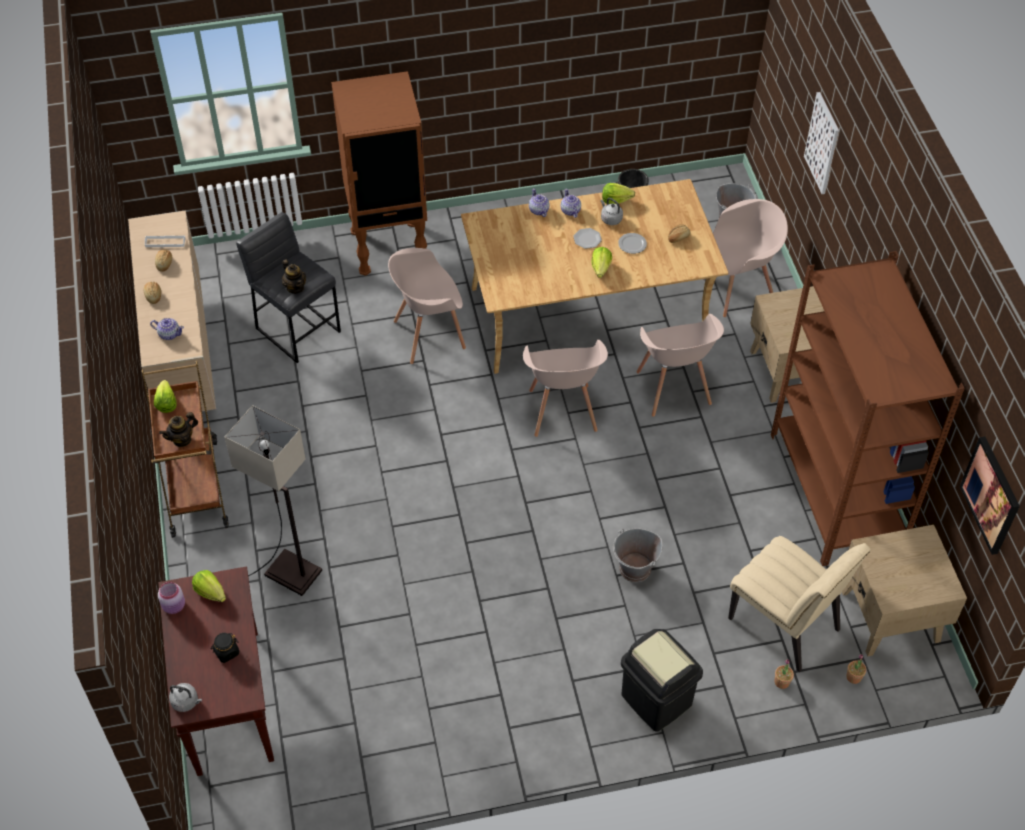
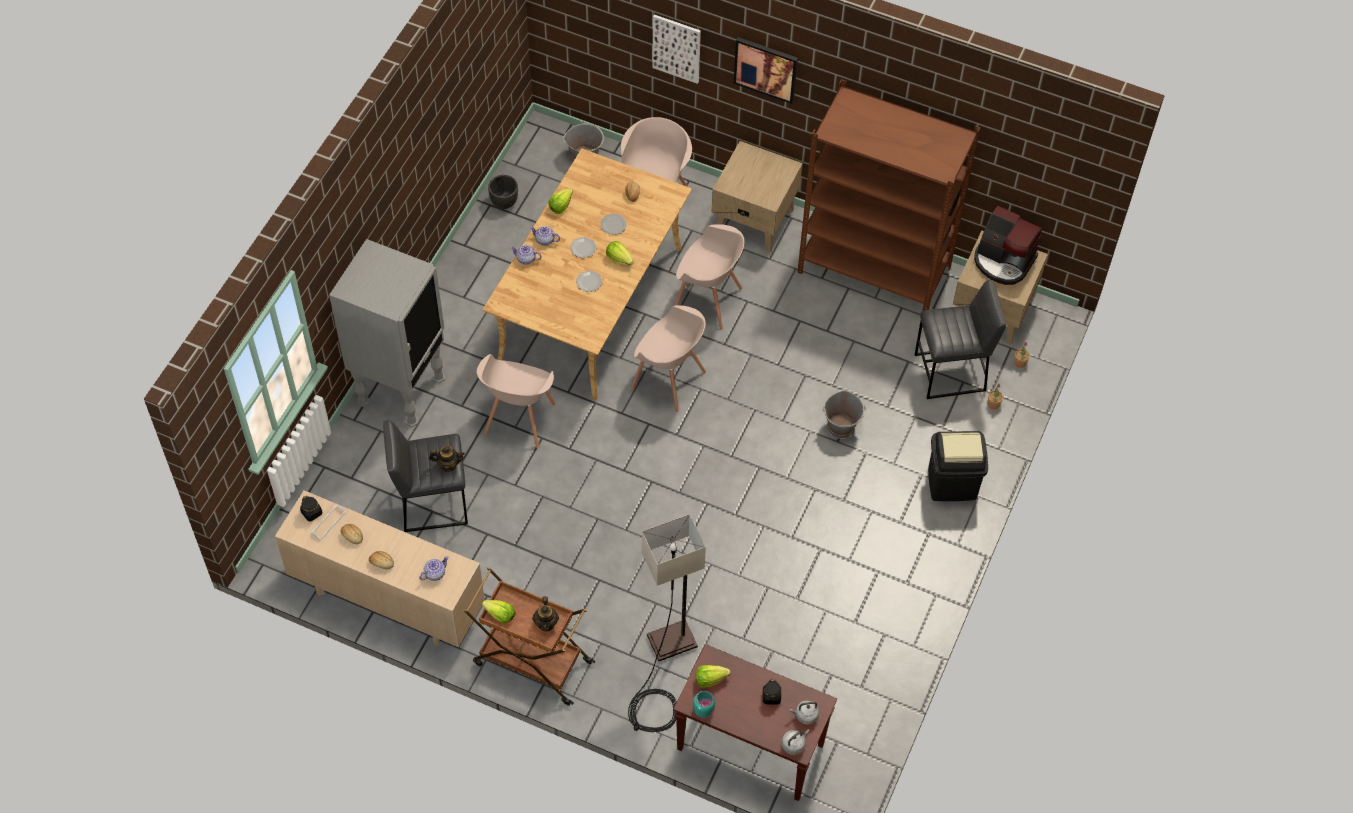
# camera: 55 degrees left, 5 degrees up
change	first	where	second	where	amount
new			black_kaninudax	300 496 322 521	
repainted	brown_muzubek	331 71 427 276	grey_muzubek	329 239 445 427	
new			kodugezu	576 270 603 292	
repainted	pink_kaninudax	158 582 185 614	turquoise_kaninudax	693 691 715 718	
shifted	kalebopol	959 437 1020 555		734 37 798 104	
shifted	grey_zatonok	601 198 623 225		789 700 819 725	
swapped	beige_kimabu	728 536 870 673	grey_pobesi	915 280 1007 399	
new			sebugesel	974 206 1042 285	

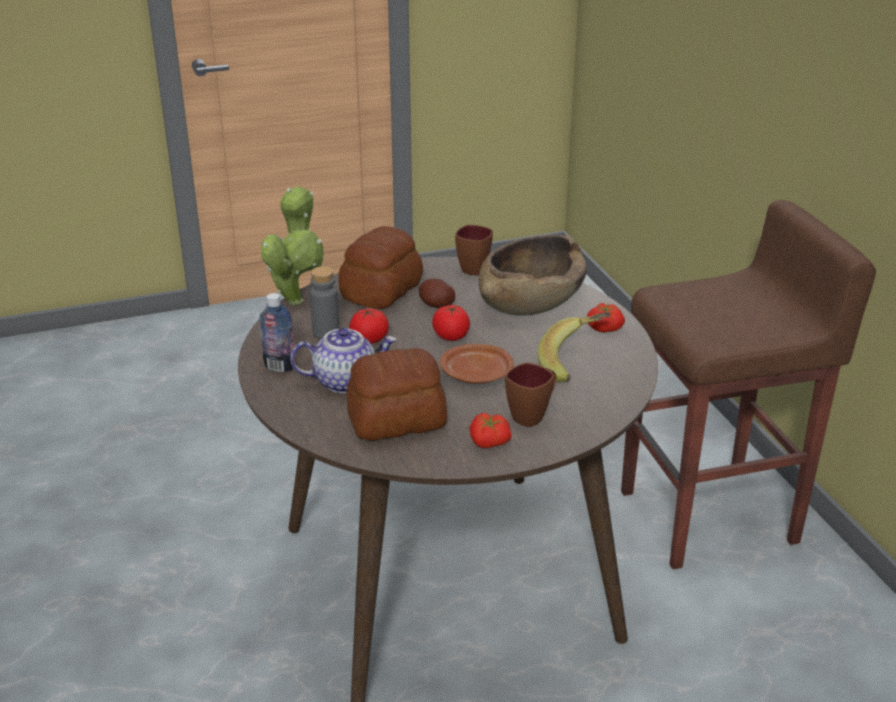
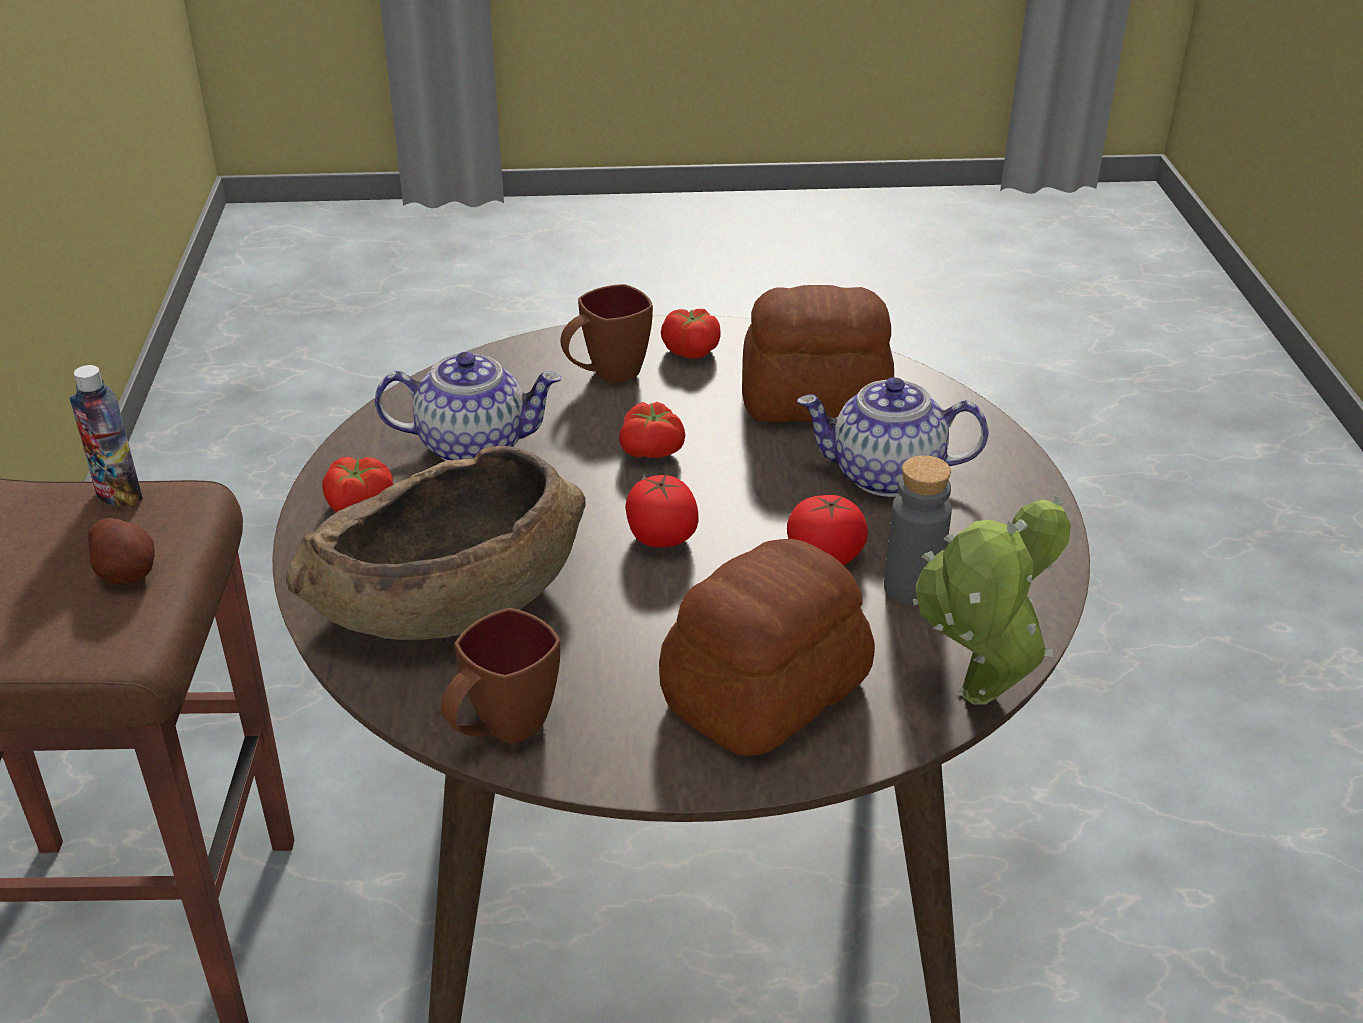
# camera: 165 degrees left, 5 degrees up
change	first	where	second	where	amount
shifted	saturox	259 293 296 372		70 365 142 507	
shifted	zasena	419 278 455 308		88 518 155 584	
swapped	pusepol	538 312 610 382	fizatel	375 352 561 461	
swapped	brown_kodugezu	440 344 514 384	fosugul	619 402 685 458	

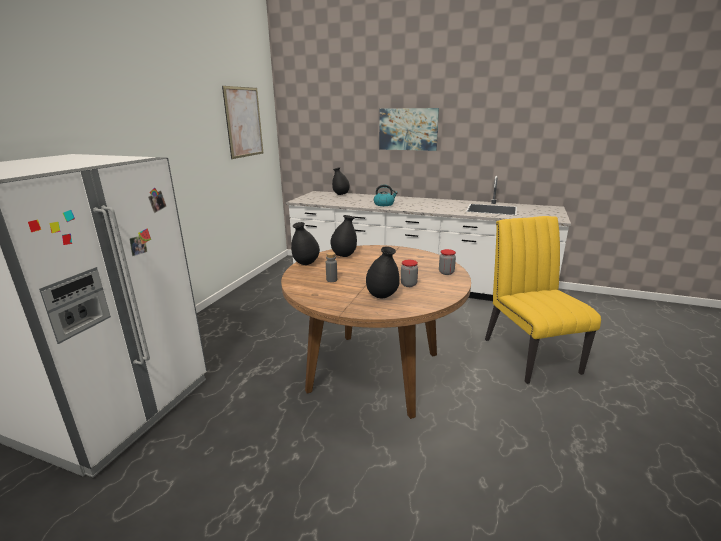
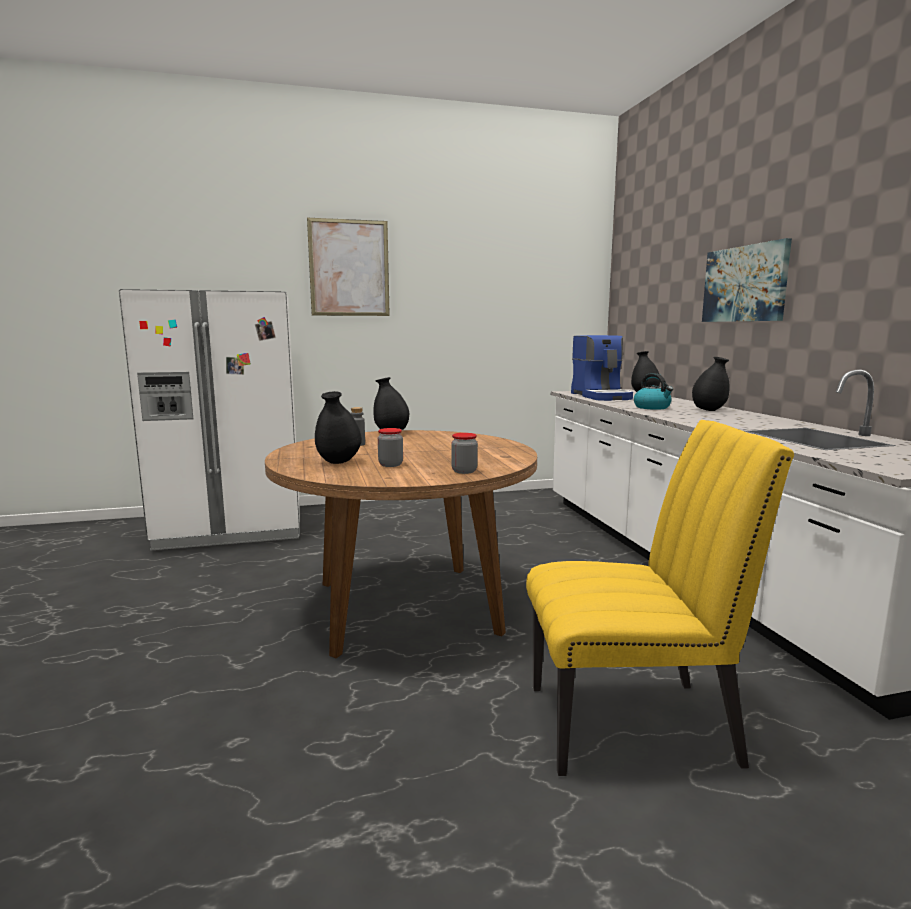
# camera: 55 degrees right, 10 degrees down
change	first	where	second	where	amount
shifted	kalebopol	222 86 263 159		307 218 390 316	
rotated	yellow_kimabu	485 216 601 384		526 420 794 776	45 degrees clockwise
new			sebugesel	571 335 633 401	
shifted	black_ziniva	330 215 357 257		692 357 729 411	

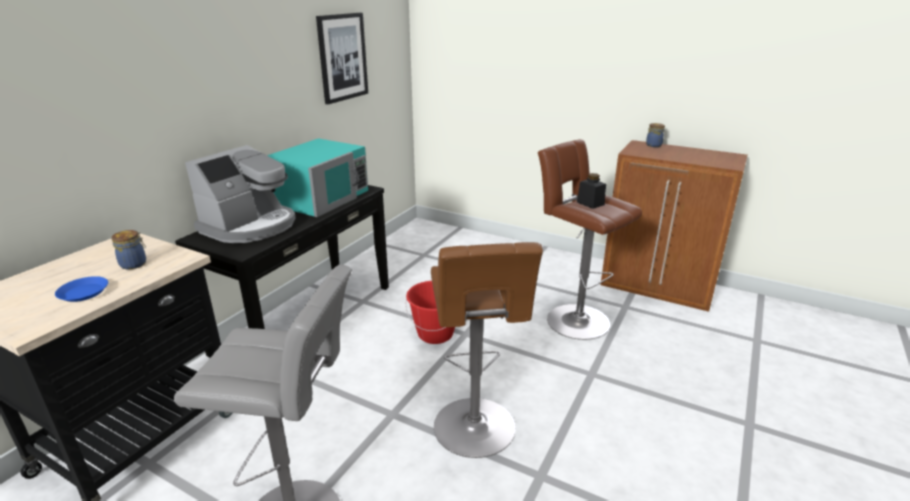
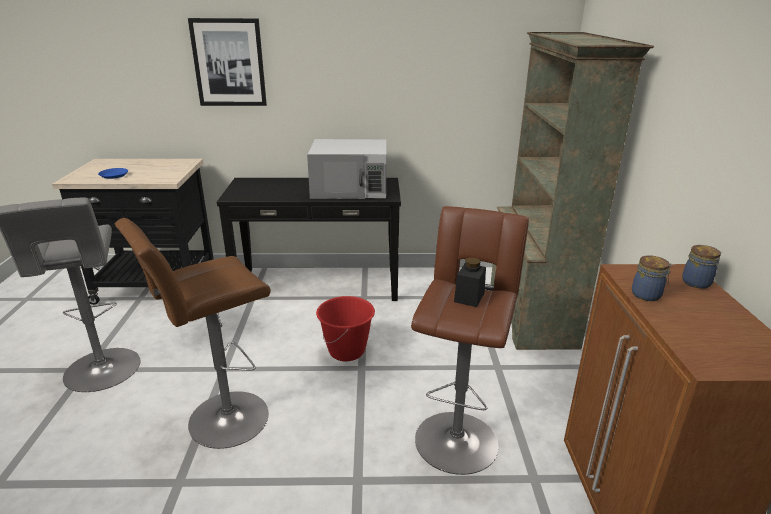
# camera: 60 degrees right, 0 degrees up
change	first	where	second	where	amount
shifted	kalebopol	316 13 368 104		188 18 267 106	
repainted	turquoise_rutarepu	267 138 368 217	white_rutarepu	307 139 386 199	
new			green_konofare	491 32 654 350	
shifted	kaninudax	111 230 146 270		632 255 673 301	
gone	sebugesel	185 145 296 243			

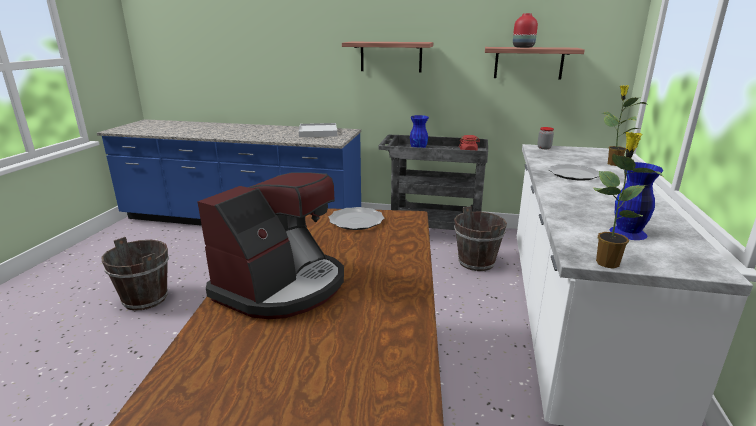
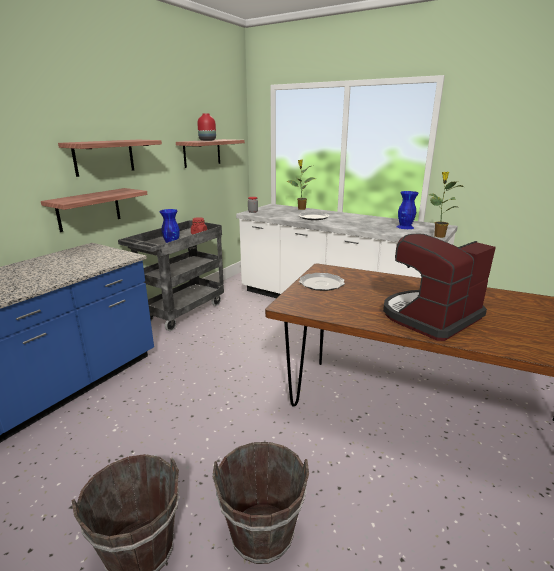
# camera: 70 degrees left, 0 degrees up
change	first	where	second	where	amount
new			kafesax	41 188 147 232	
shifted	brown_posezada	454 206 507 271		212 442 309 564	
rotated	sebugesel	197 173 344 319		383 234 496 341	90 degrees counterclockwise
gone	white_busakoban	299 123 337 137			

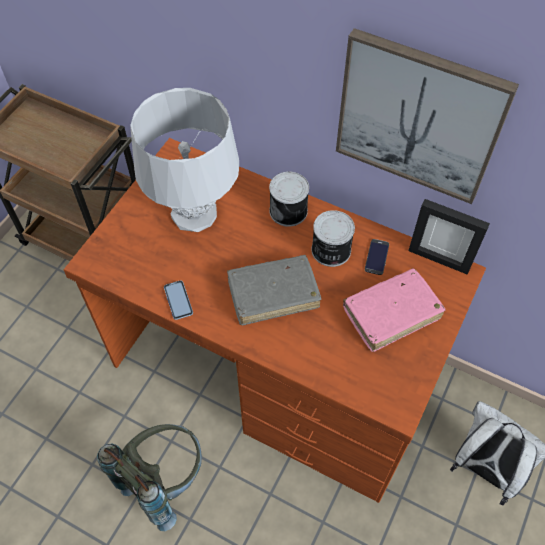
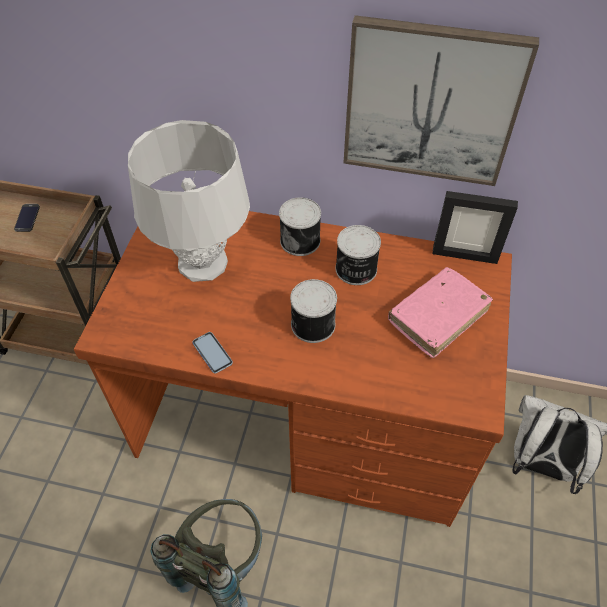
# camera: 15 degrees left, 5 degrees down
change	first	where	second	where	amount
shifted	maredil	365 239 389 275		14 204 40 232	
swapped	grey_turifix	227 255 321 325	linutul	290 279 337 343	

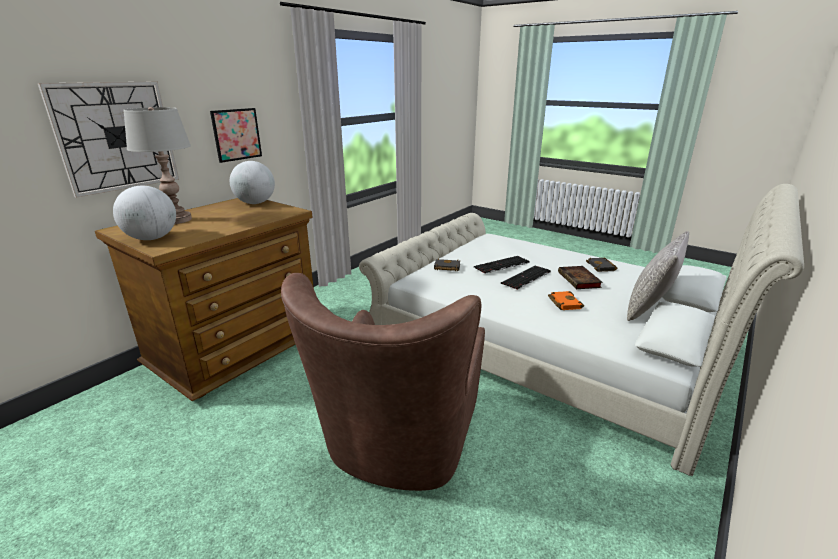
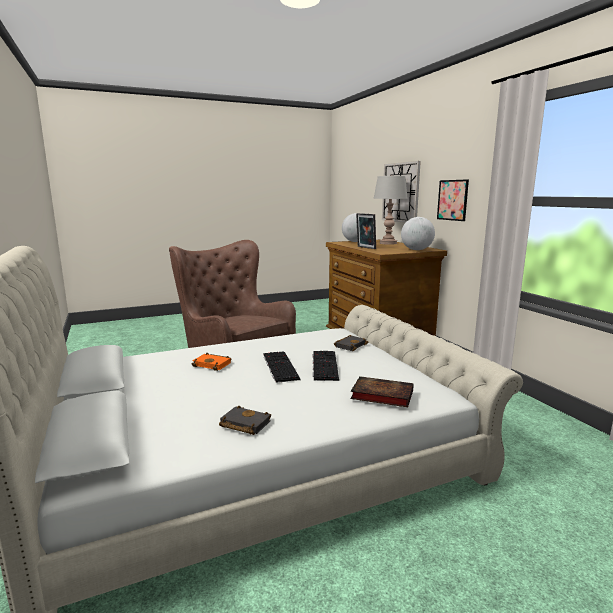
# camera: 120 degrees right, 10 degrees down
change	first	where	second	where	amount
shifted	turifix	558 266 603 289		351 376 413 407	
new			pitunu	356 213 376 249	
gone	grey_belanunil	627 231 689 321			

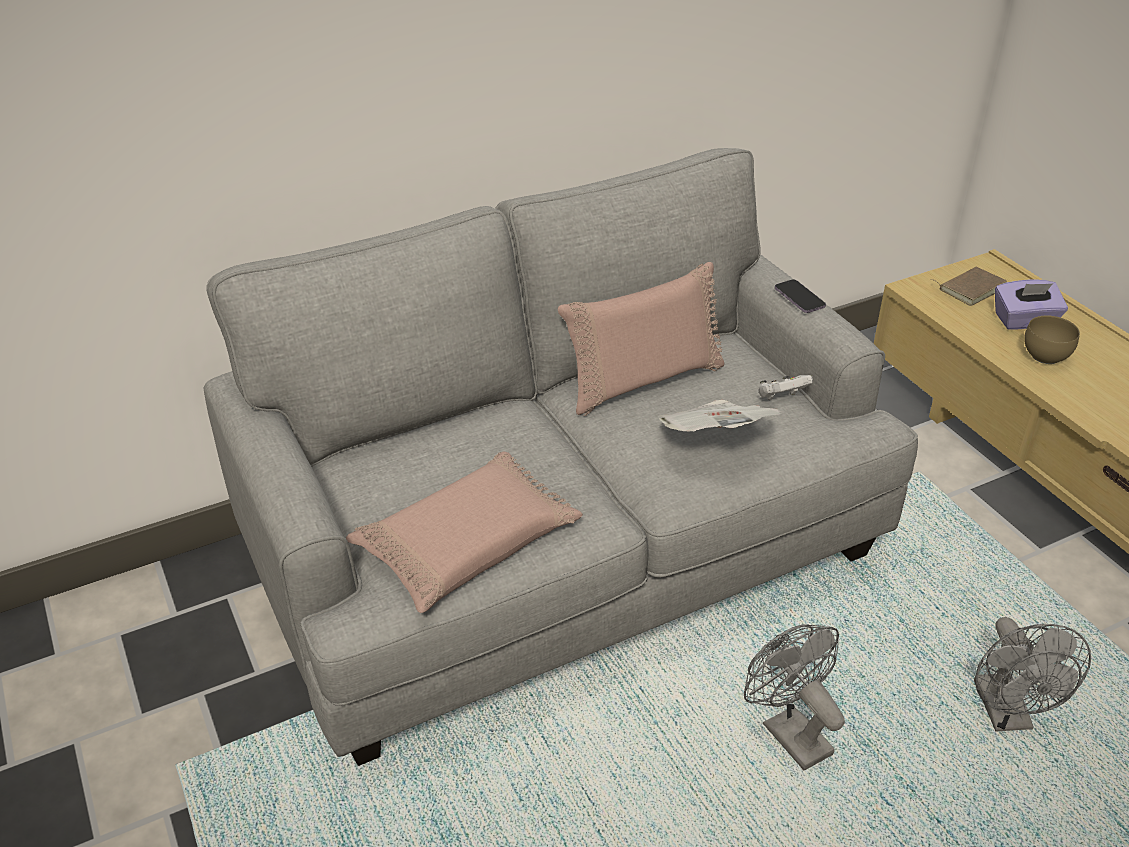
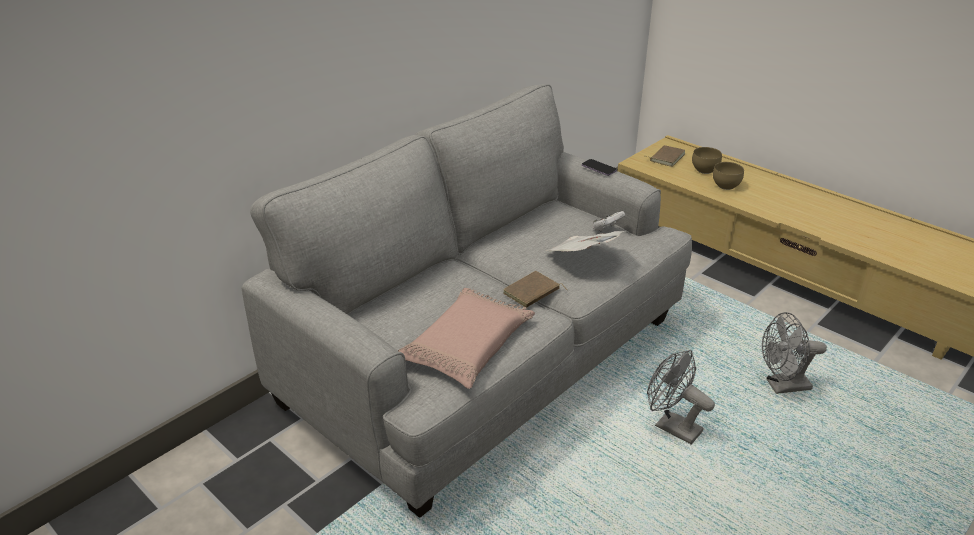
# camera: 20 degrees left, 5 degrees down
change	first	where	second	where	amount
new			brown_turifix	503 271 567 308	
swapped	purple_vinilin	995 280 1068 330	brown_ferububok	692 147 722 174	
rotated	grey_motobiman	974 617 1091 731		762 312 827 394	105 degrees clockwise
gone	beige_belanunil	558 262 724 416			

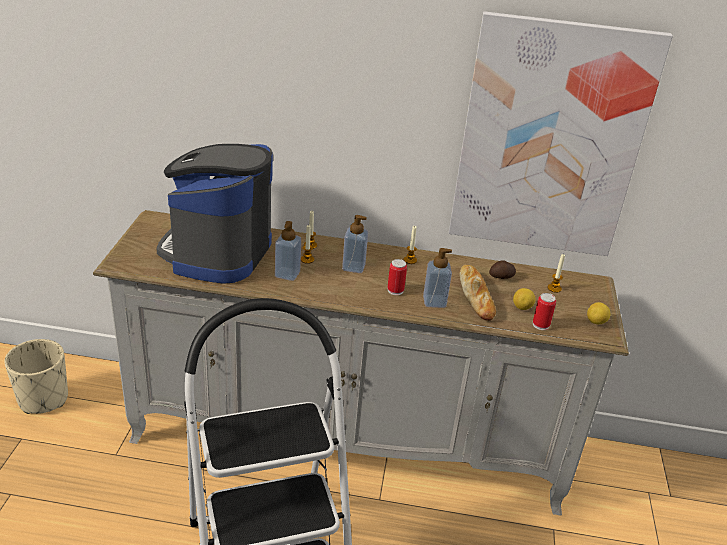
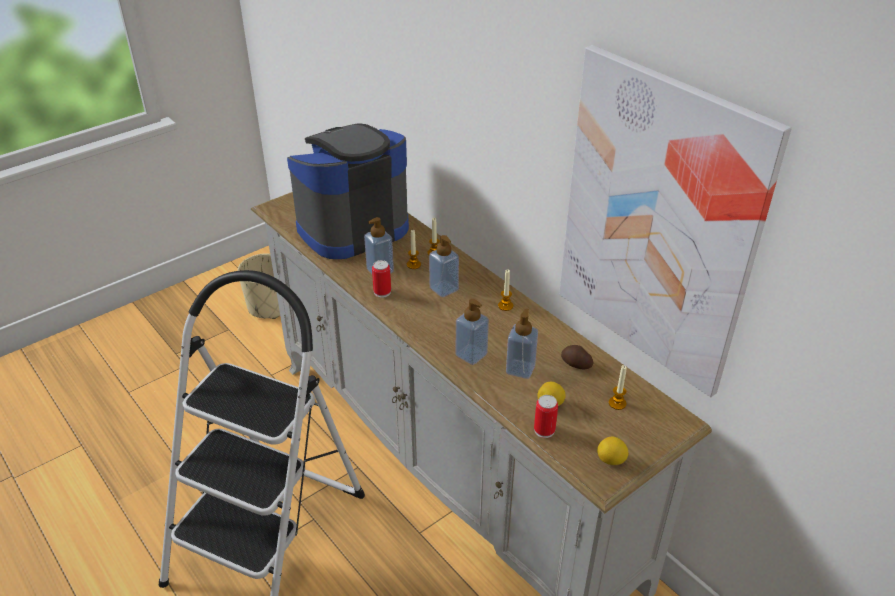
# camera: 45 degrees right, 5 degrees up
change	first	where	second	where	amount
shifted	linutul	387 259 407 295		372 260 391 298	
swapped	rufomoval	459 265 496 321	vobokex	506 309 538 379	

